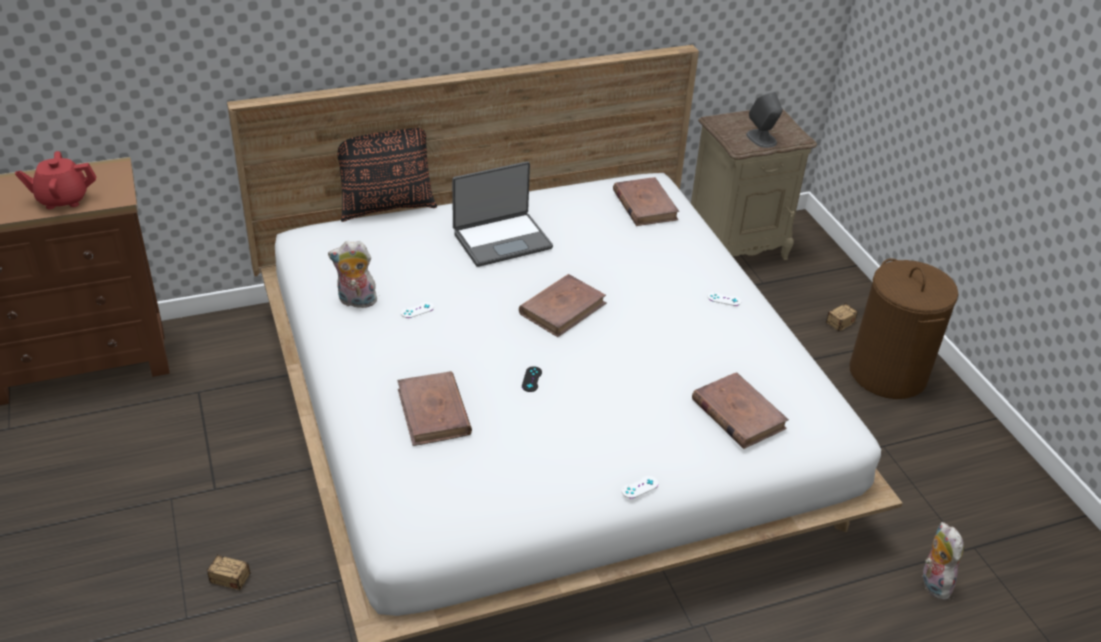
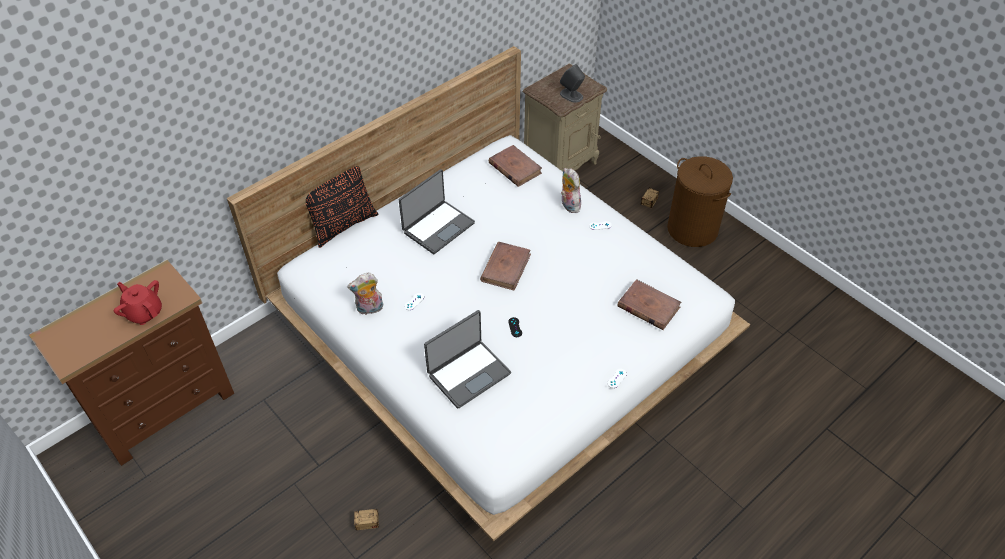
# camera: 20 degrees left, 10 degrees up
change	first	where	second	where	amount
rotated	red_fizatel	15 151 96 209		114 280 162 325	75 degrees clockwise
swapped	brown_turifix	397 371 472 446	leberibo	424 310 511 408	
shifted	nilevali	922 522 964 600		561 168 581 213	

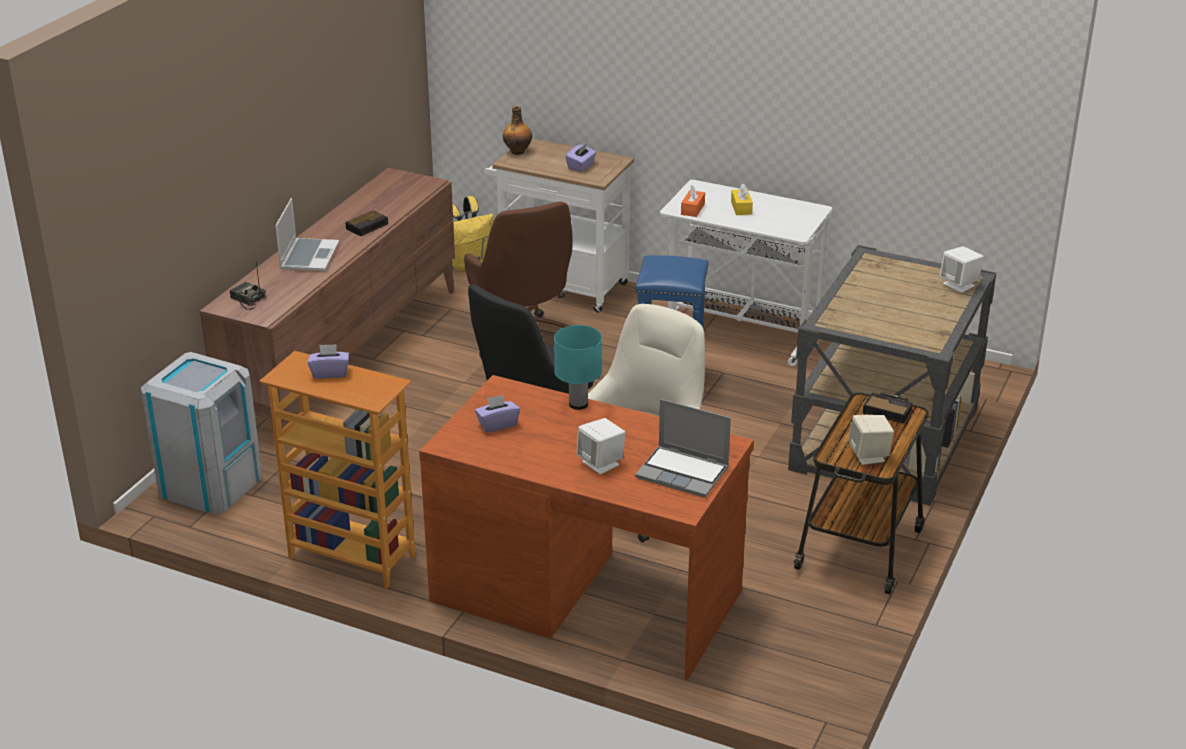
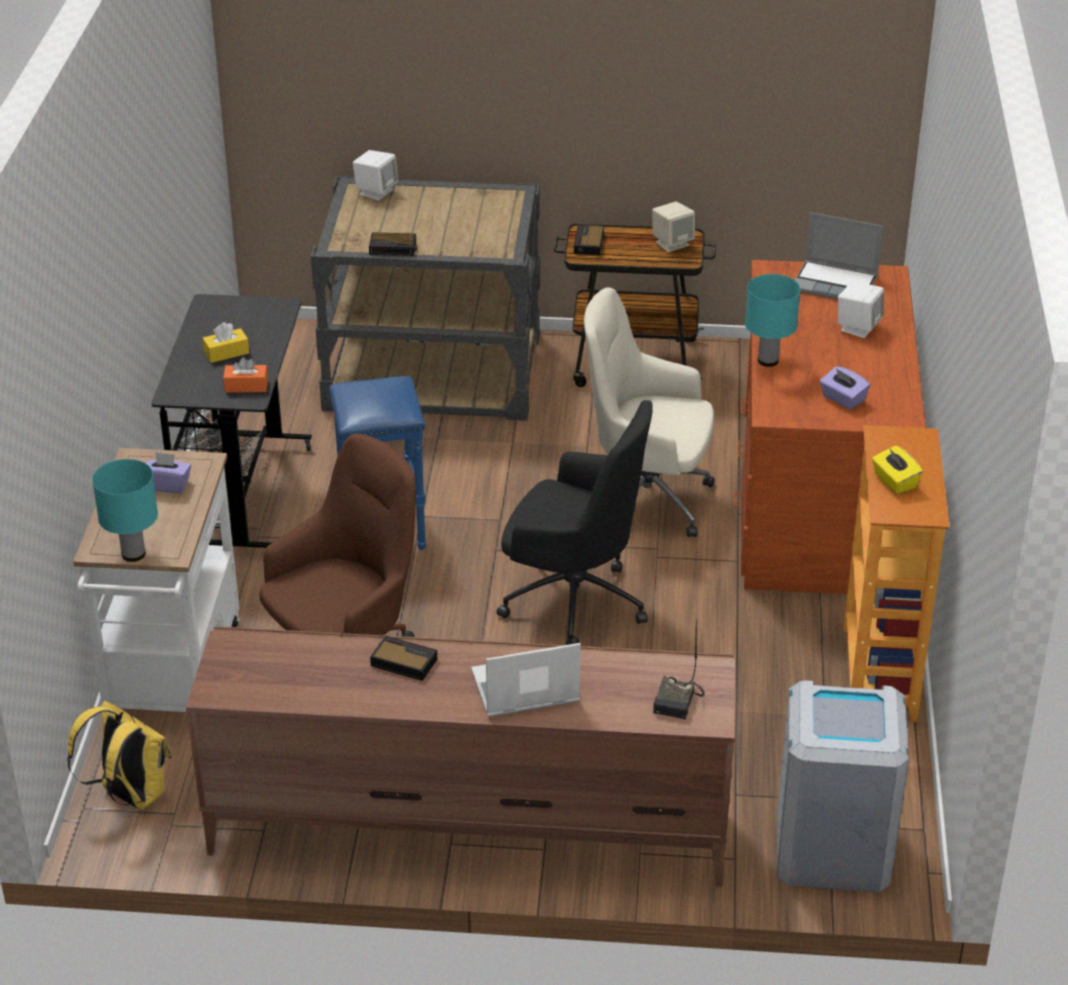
# camera: 110 degrees left, 5 degrees up
change	first	where	second	where	amount
swapped	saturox	503 106 532 155	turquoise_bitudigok	92 459 158 562	
repainted	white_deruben	660 180 833 366	black_deruben	152 294 312 548	
new			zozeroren	369 232 417 256	
rotated	leberibo	635 399 731 497		795 212 883 300	105 degrees clockwise
repainted	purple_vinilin	308 344 349 379	yellow_vinilin	872 445 923 494	

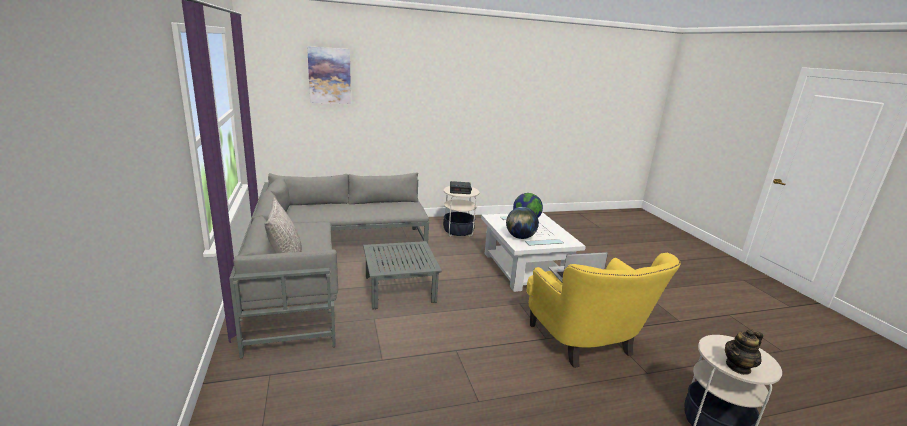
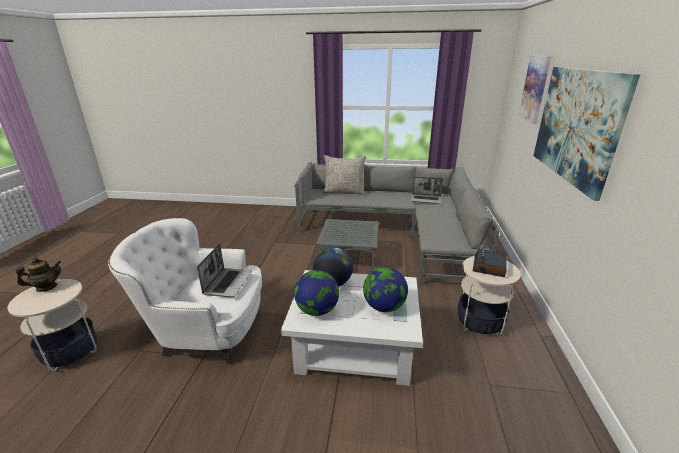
# camera: 115 degrees right, 5 degrees up
change	first	where	second	where	amount
rotated	fizatel	725 329 763 375		15 257 61 292	60 degrees clockwise
repainted	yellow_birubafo	526 253 681 368	white_birubafo	108 218 262 364	
new			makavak	294 270 339 316	
new			leberibo	411 176 443 204	
new			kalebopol	533 67 640 201	

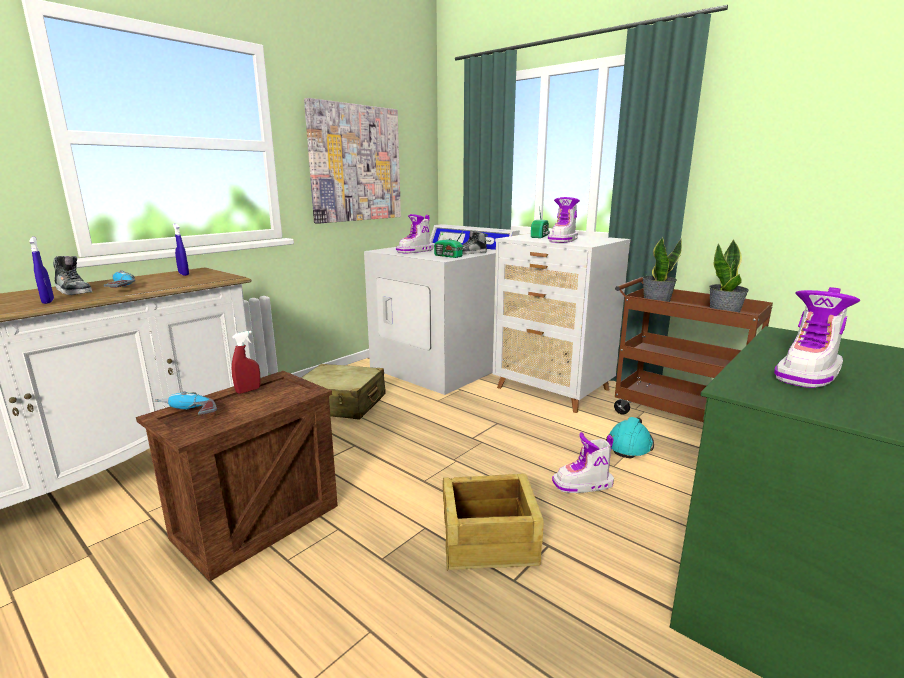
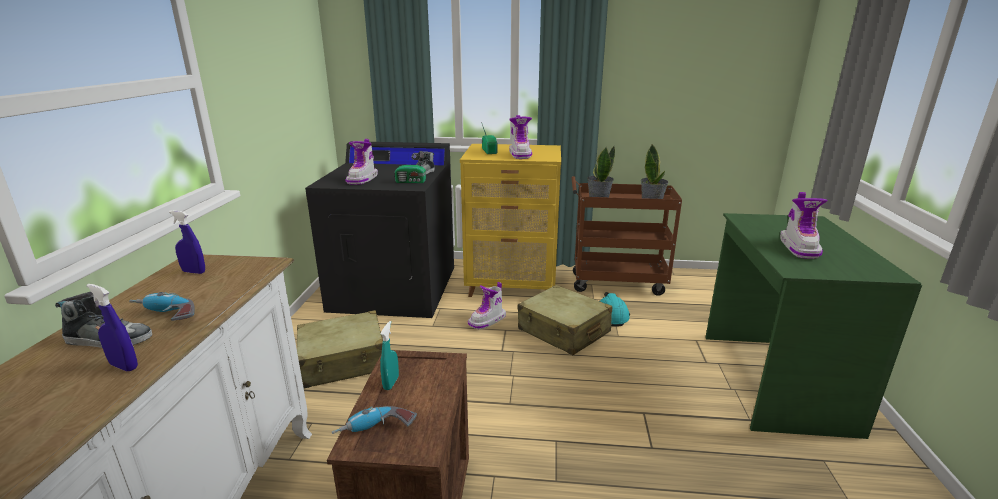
# camera: 35 degrees left, 5 degrees up
change	first	where	second	where	amount
repainted	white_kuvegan	364 224 519 395	black_kuvegan	305 141 454 318	
repainted	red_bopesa	232 331 261 394	turquoise_bopesa	380 321 399 390	
repainted	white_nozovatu	493 233 631 413	yellow_nozovatu	460 144 561 297	
shifted	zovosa	552 432 614 493		468 282 506 329	
new			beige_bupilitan	518 285 612 355	
gone	kalebopol	304 98 401 224			
gone	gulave	443 473 544 571			

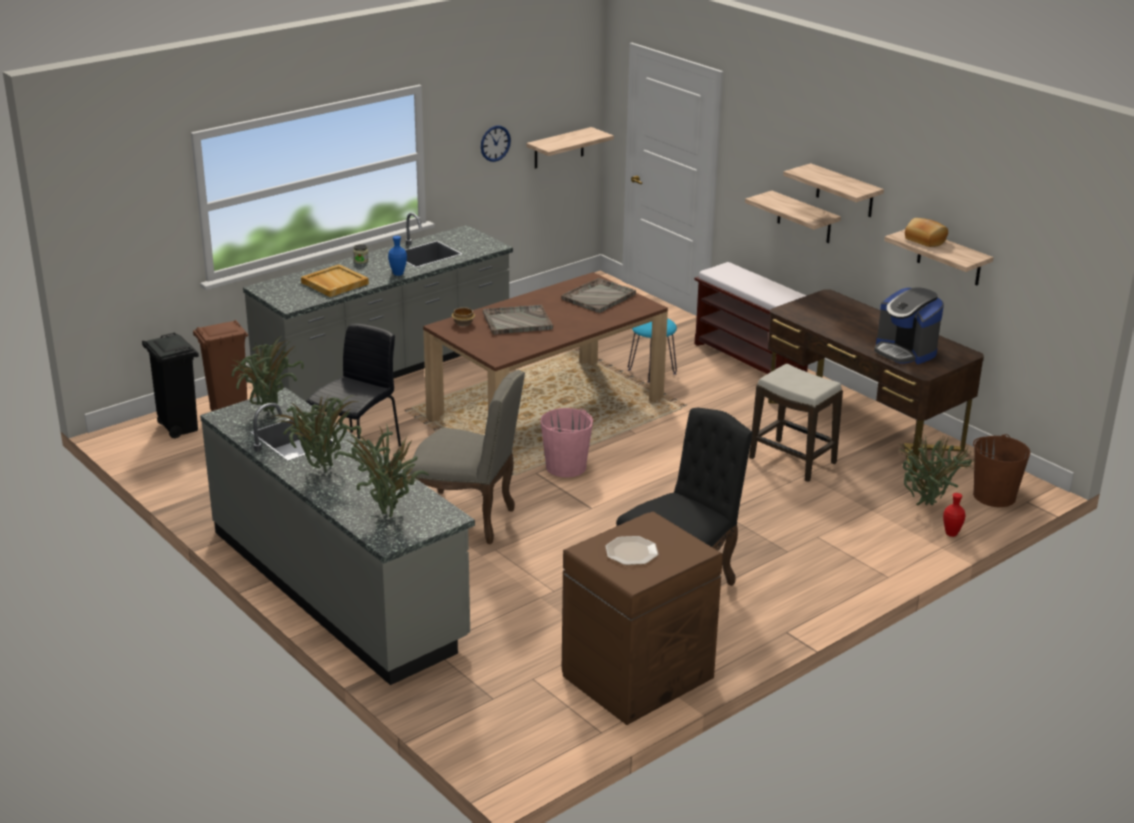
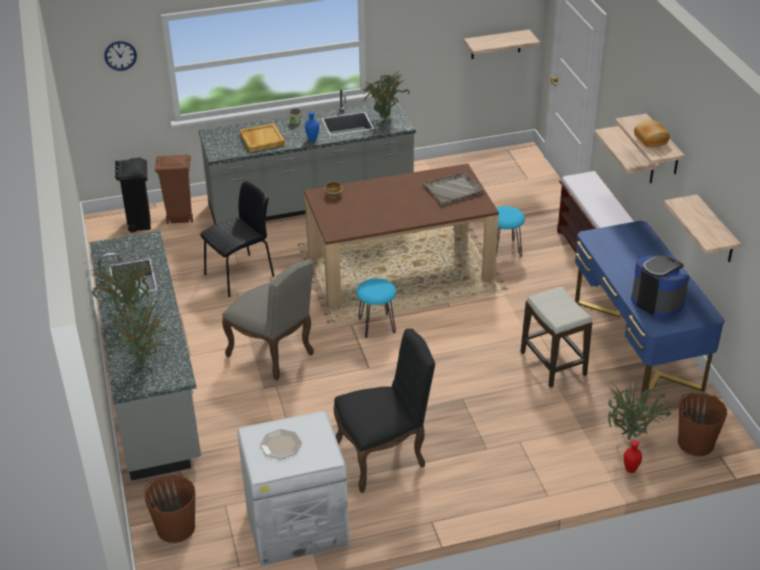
# camera: 25 degrees right, 10 degrees up
change	first	where	second	where	amount
shifted	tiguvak	481 125 511 162		104 41 137 71	
new			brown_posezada	144 475 195 543	
repainted	brown_kuvegan	562 512 723 725	white_kuvegan	237 411 350 566	
swapped	pink_posezada	540 408 593 478	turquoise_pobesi	356 278 396 338	
shifted	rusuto	231 336 304 414		361 72 409 120	
repainted	brown_deruben	768 289 984 475	blue_deruben	575 221 725 403	
rotated	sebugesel	874 287 944 364		631 255 690 318	150 degrees clockwise
shifted	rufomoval	905 218 948 247		634 119 670 147	
gone	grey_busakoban	483 305 553 335			

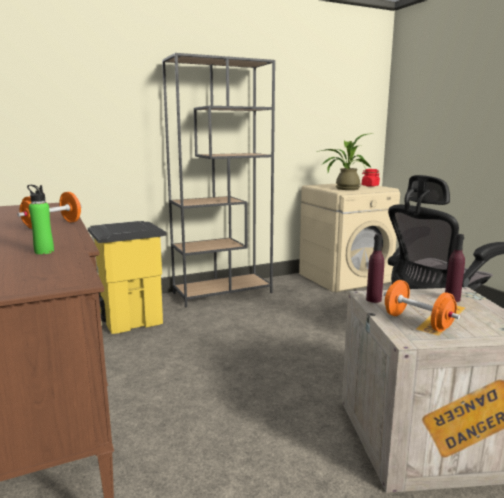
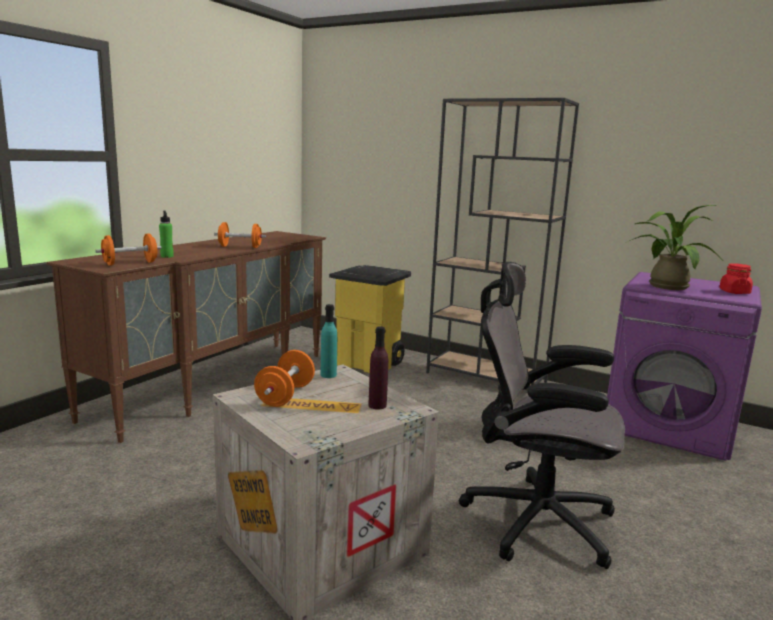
# camera: 55 degrees right, 0 degrees up
change	first	where	second	where	amount
new			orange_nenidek	95 234 162 266	
repainted	purple_saturox	366 234 384 303	turquoise_saturox	320 304 337 378	
repainted	beige_kuvegan	299 183 400 292	purple_kuvegan	607 272 762 461	

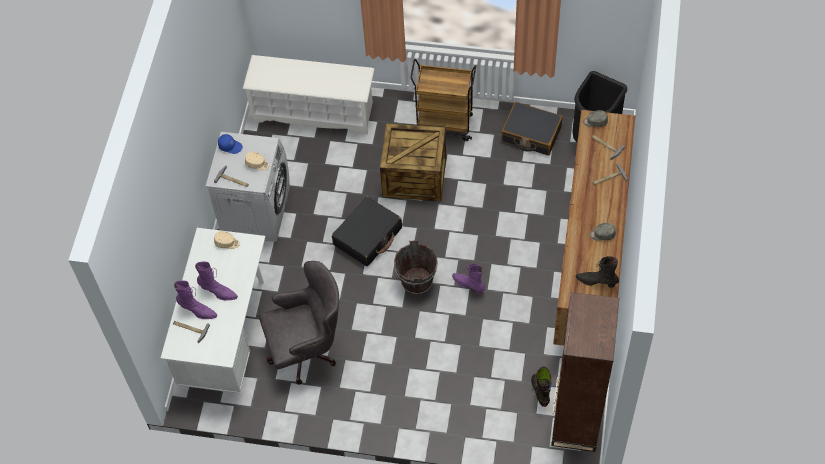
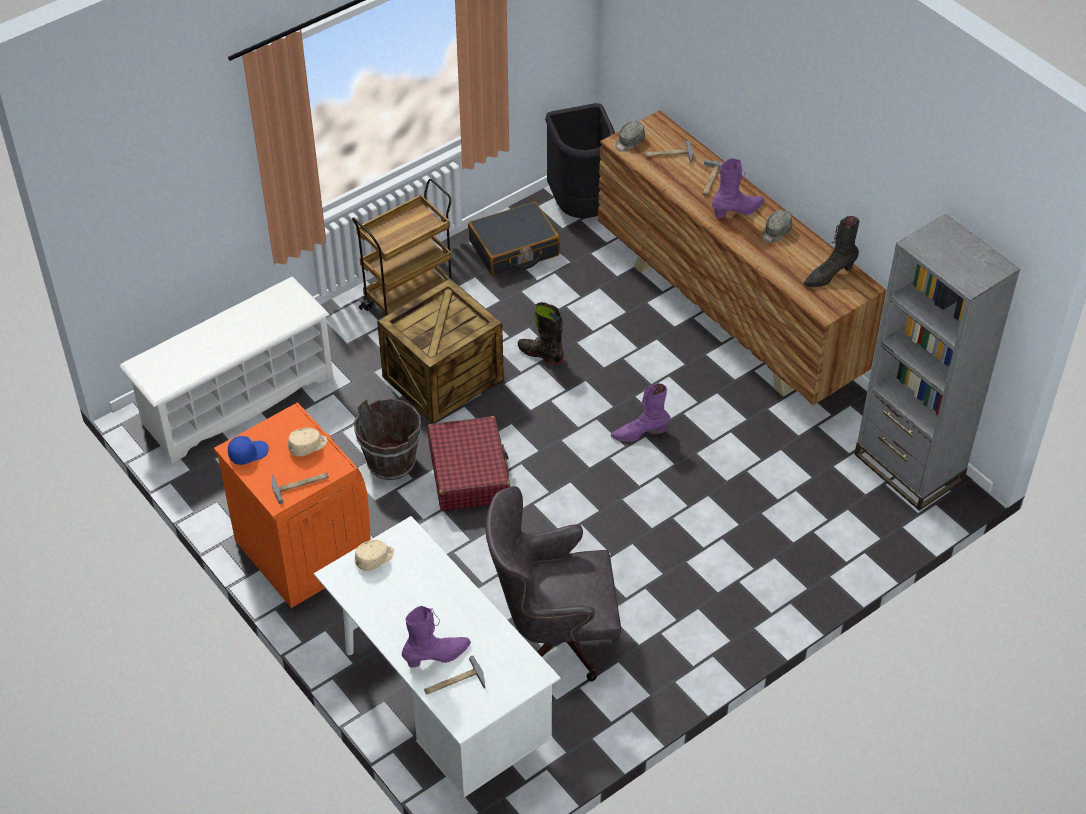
# camera: 50 degrees left, 10 degrees down
change	first	where	second	where	amount
repainted	white_kuvegan	206 132 290 242	orange_kuvegan	214 402 371 608	
shifted	brown_posezada	394 240 438 295		354 398 421 480	
repainted	black_bupilitan	332 196 402 266	red_bupilitan	427 416 510 511	
rotated	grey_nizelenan	259 261 339 385		486 486 621 681	120 degrees counterclockwise
shifted	black_zovosa	531 367 552 407		518 302 564 364	
shifted	purple_zovosa	195 262 238 300		712 158 764 218	
repainted	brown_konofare	551 292 619 452	grey_konofare	854 214 1020 511	

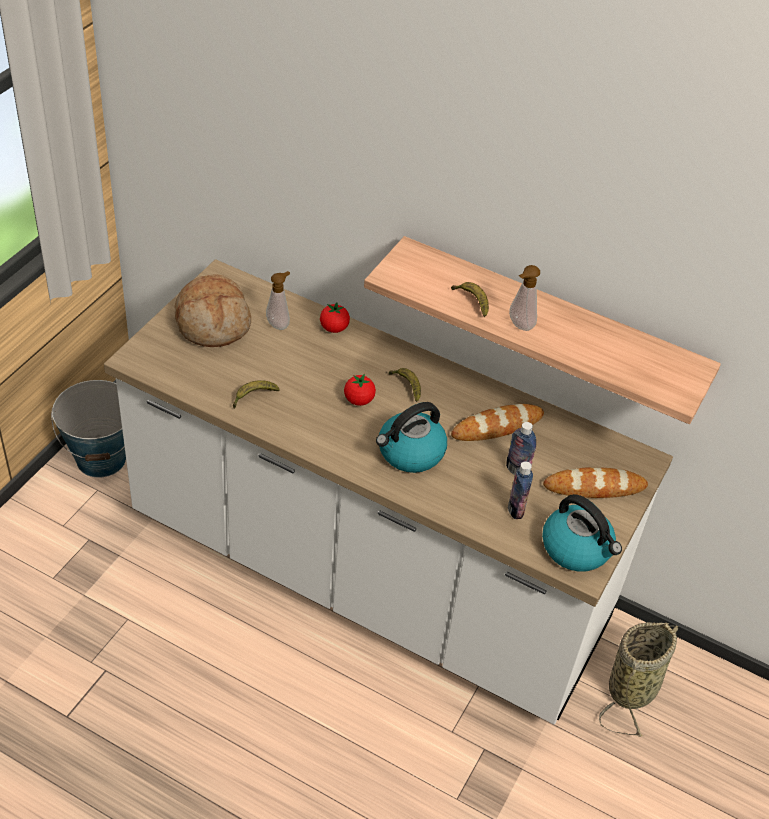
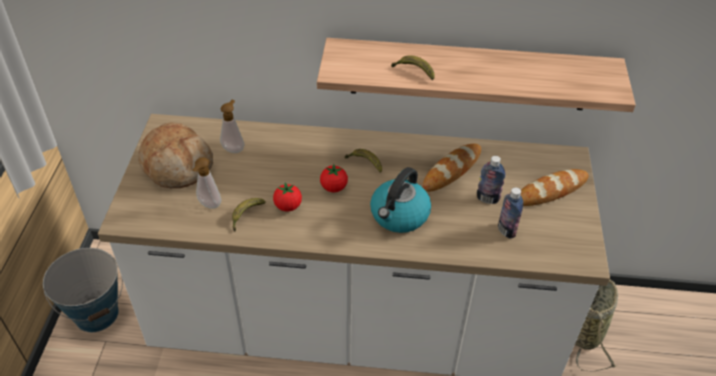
# camera: 20 degrees left, 0 degrees up
change	first	where	second	where	amount
shifted	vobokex	509 265 540 331		193 157 222 209	
shifted	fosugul	320 302 350 333		273 182 302 212	
gone	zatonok	542 494 622 572			

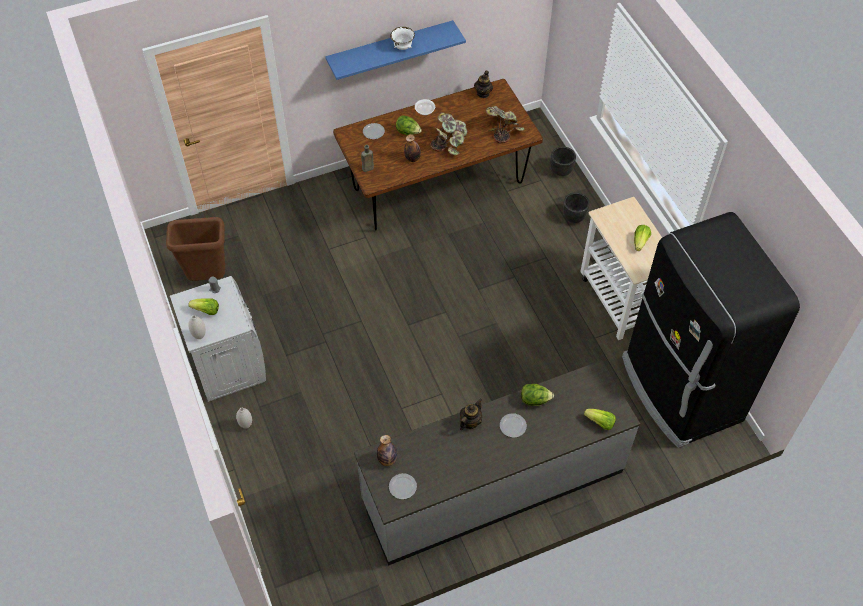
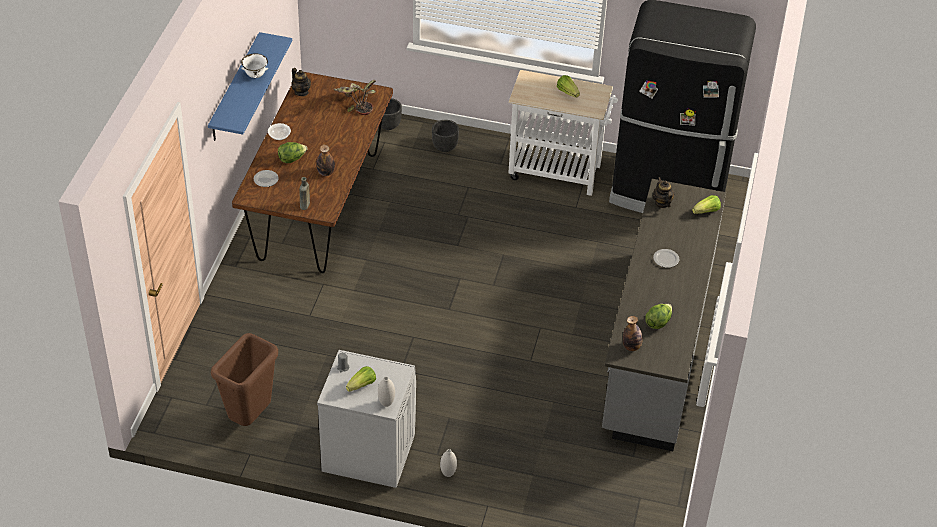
# camera: 55 degrees left, 10 degrees down
change	first	where	second	where	amount
shifted	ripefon	521 384 554 406		645 304 672 329	
shifted	fizatel	460 399 482 430		653 177 675 208	
gone	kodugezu	389 473 417 499			
gone	rusuto	430 112 468 155			

